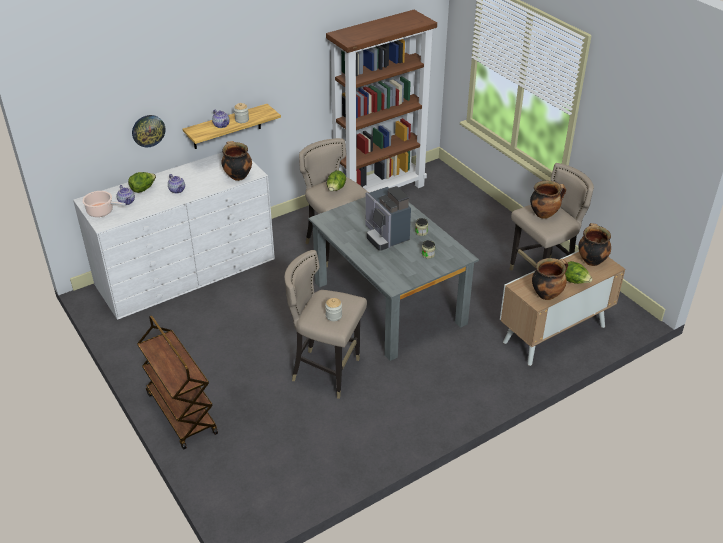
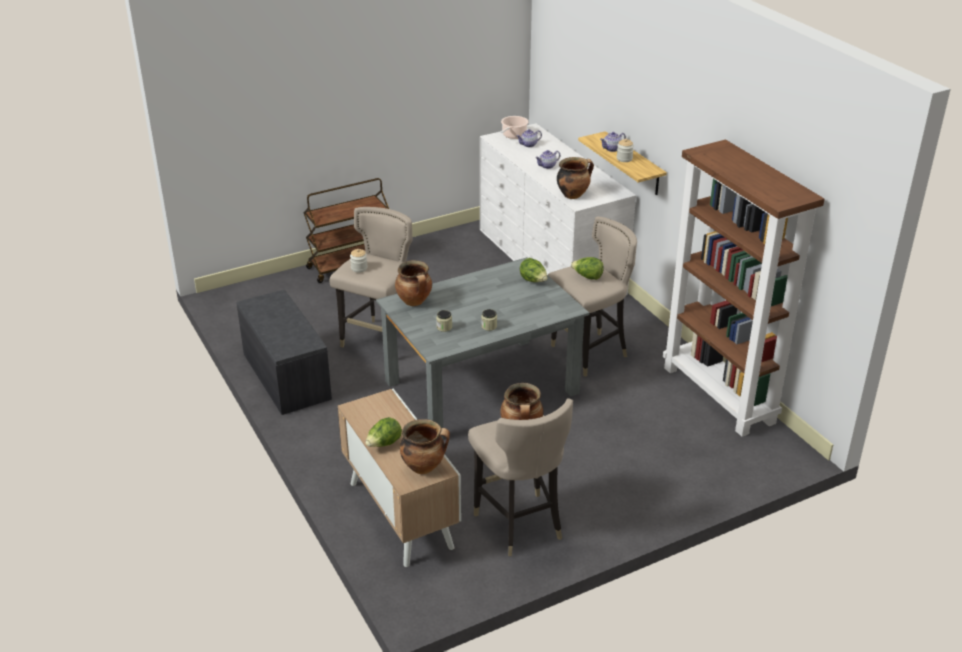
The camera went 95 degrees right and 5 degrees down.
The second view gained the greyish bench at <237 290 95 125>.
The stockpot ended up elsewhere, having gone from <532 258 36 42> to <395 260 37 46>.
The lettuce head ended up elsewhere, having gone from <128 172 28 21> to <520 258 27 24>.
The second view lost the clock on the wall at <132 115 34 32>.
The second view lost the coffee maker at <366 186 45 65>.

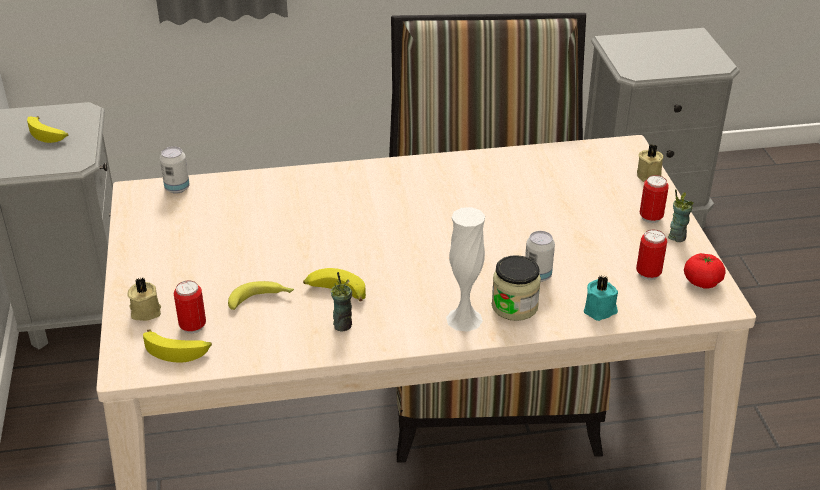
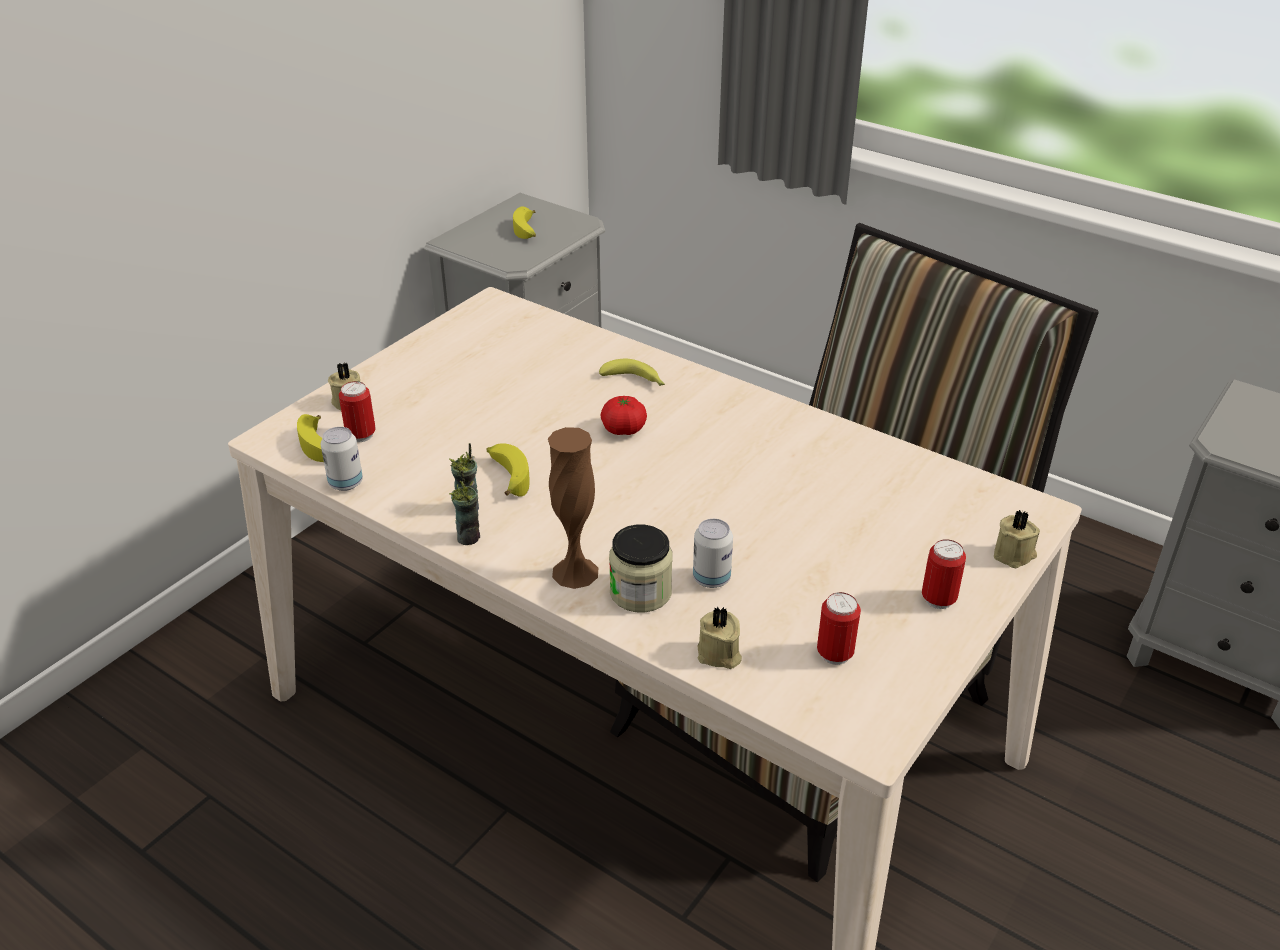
The camera went 45 degrees right and 0 degrees up.
The can ended up elsewhere, having gone from <160 146 30 48> to <321 427 42 64>.
The cup ended up elsewhere, having gone from <668 189 26 53> to <449 471 31 74>.
What was the whitish vase at <446 207 39 125> turned into the brown vase at <548 427 50 162>.
The banana ended up elsewhere, having gone from <228 281 66 29> to <599 359 66 27>.
The whole tomato ended up elsewhere, having gone from <684 253 42 35> to <601 396 46 39>.
What was the blue-green candle at <584 276 34 45> turned into the sand-coloured candle at <697 607 45 62>.

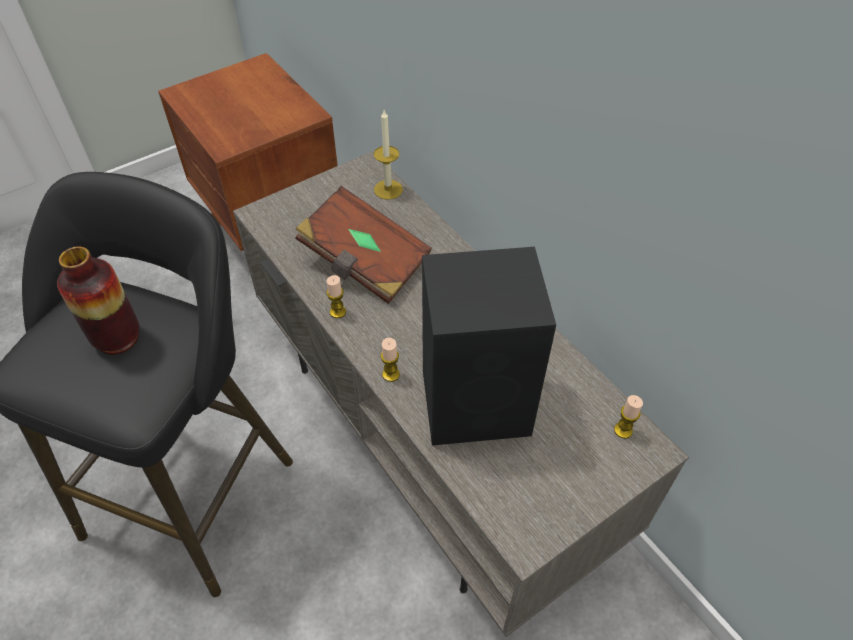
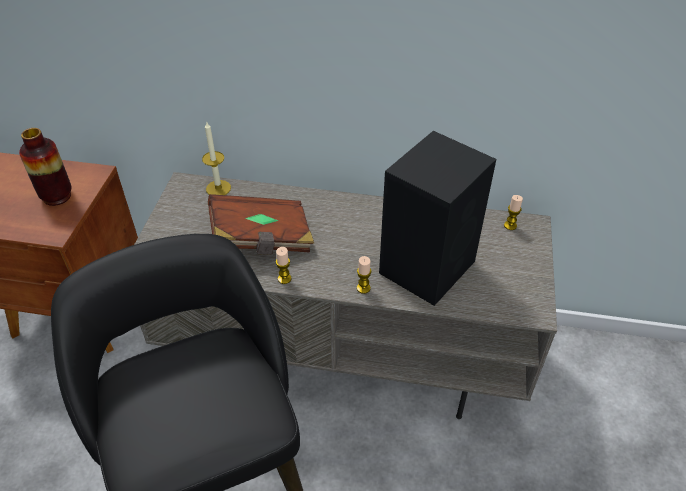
The camera went 45 degrees left and 5 degrees down.
The vase ended up elsewhere, having gone from <57 246 82 109> to <19 128 53 78>.

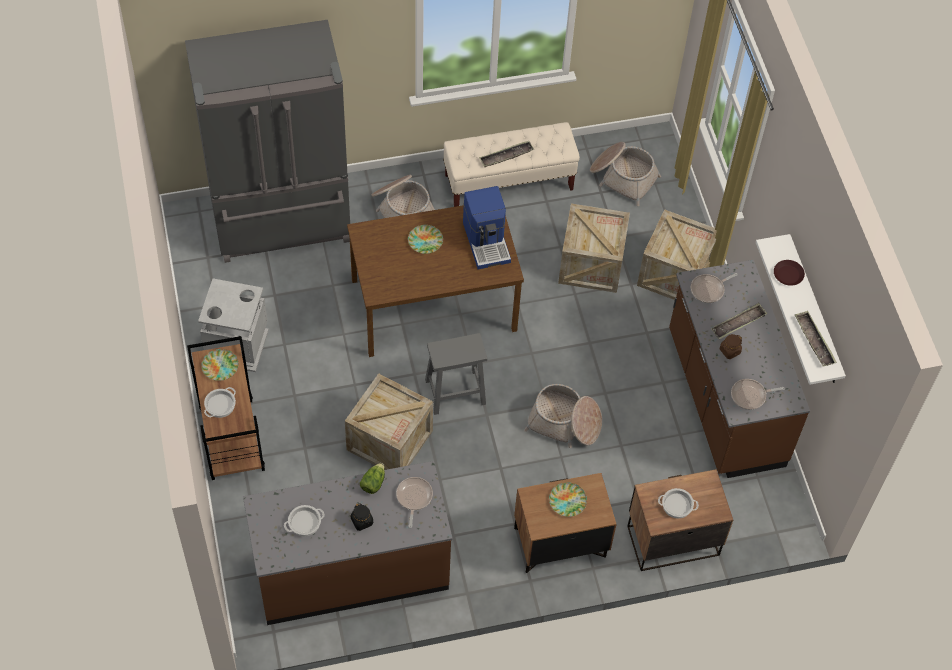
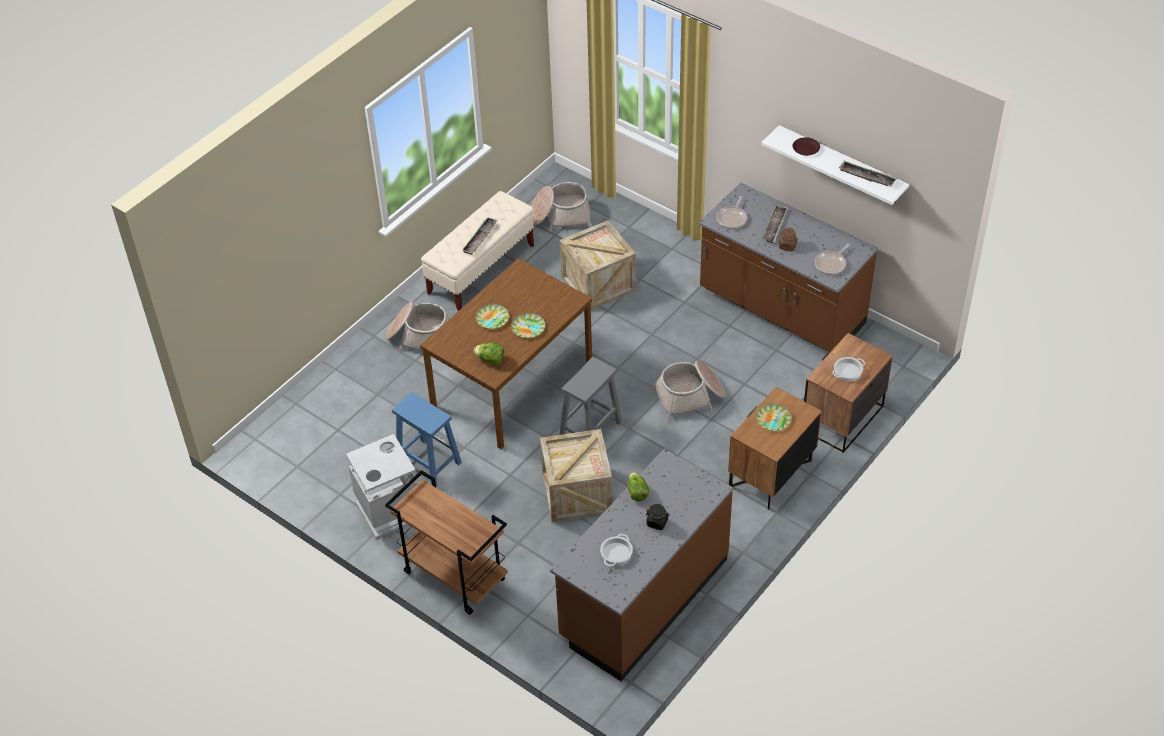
The camera went 35 degrees left and 10 degrees down.
The second view gained the blue-coloured sitting stool at <392 392 70 94>.
The second view gained the lettuce head at <474 343 30 22>.
The dinner plate ended up elsewhere, having gone from <201 349 38 32> to <511 313 34 25>.
The second view lost the greyish kitchen fridge at <185 20 165 243>.
The second view lost the stockpot at <204 387 32 31>.
The second view lost the skillet at <396 477 37 51>.
The second view lost the coffee maker at <463 186 48 83>.
The second view lost the crate at <637 209 80 91>.

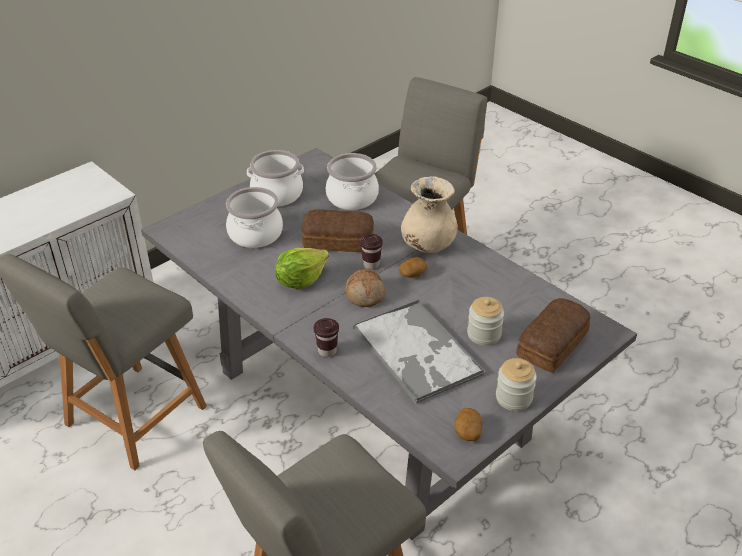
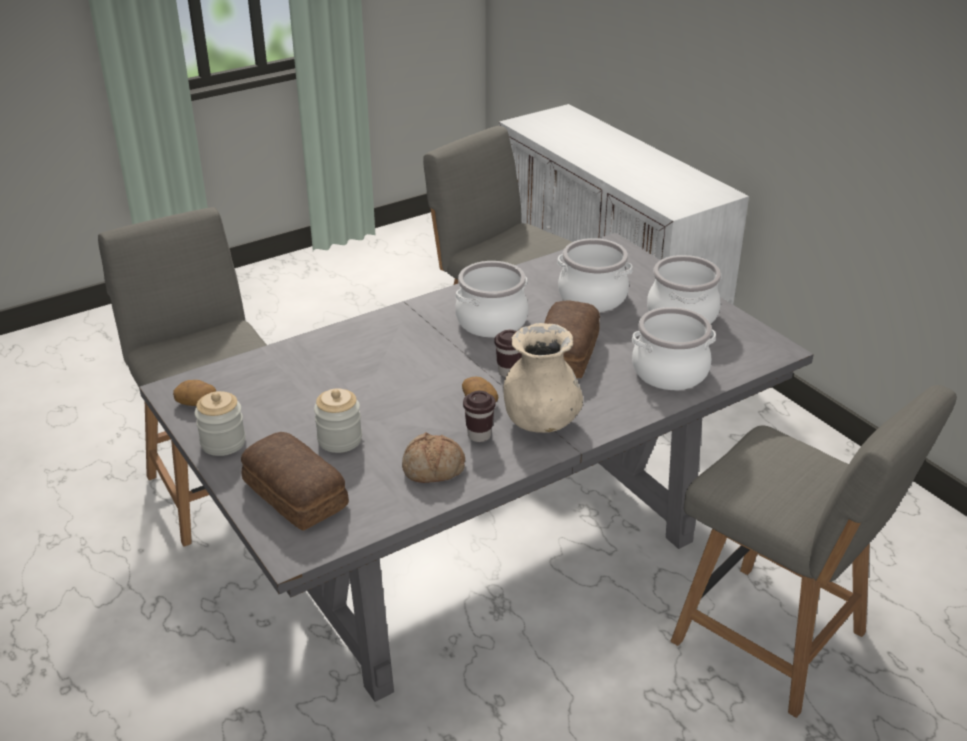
The camera went 100 degrees right and 5 degrees down.
The bread ended up elsewhere, having gone from <345 269 41 38> to <402 432 63 51>.
Where the lettuce head stood at <275 248 54 41>, the stockpot came to stand at <455 261 73 76>.
The brown cup ended up elsewhere, having gone from <314 318 25 39> to <463 391 33 51>.
The second view lost the carrying tray at <353 300 132 104>.

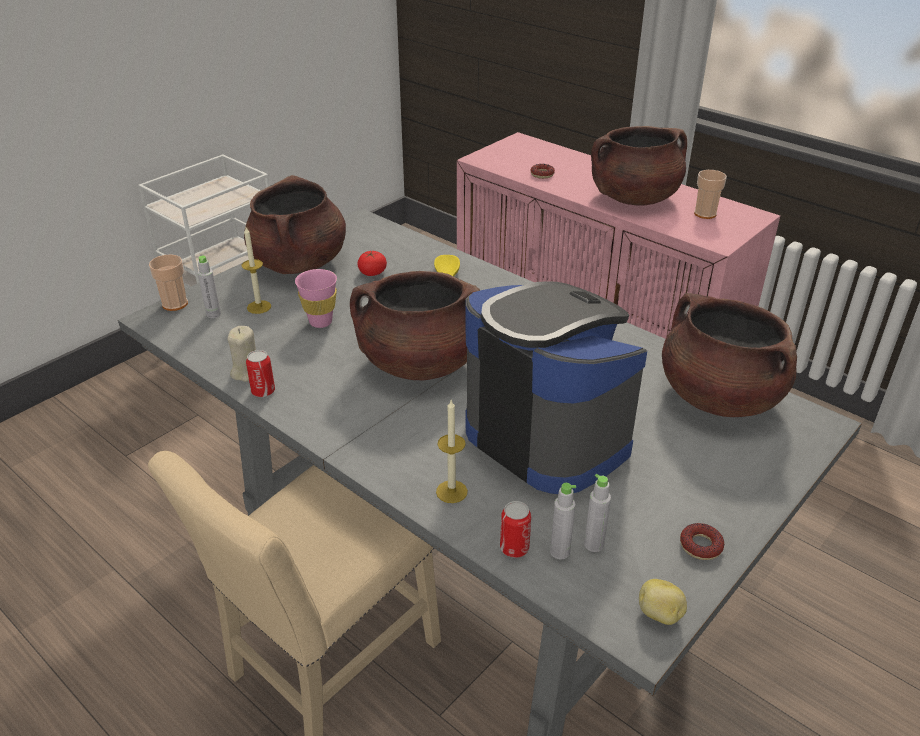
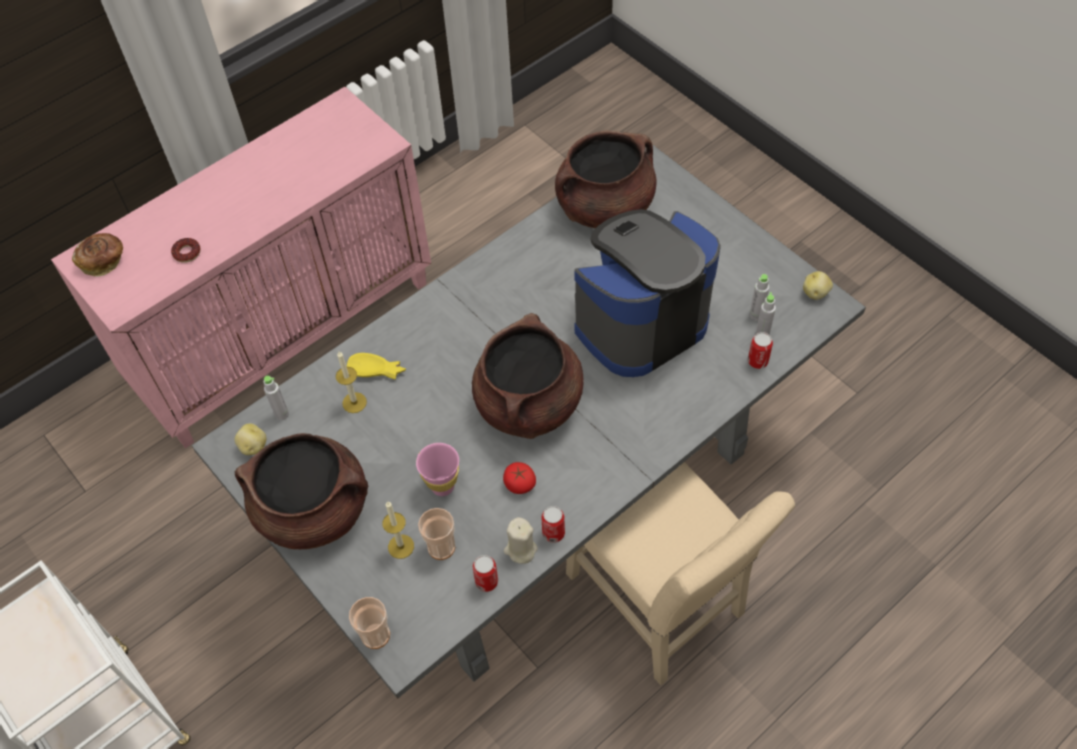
The camera went 80 degrees left and 20 degrees up.
The second view gained the bread at <72 233 51 44>.
The second view gained the spud at <234 423 32 32>.
The greyish drink bottle ended up elsewhere, having gone from <198 256 23 62> to <263 376 26 44>.
The candle ended up elsewhere, having gone from <436 400 32 103> to <336 352 31 61>.
The cup ended up elsewhere, having gone from <694 170 33 49> to <418 508 37 52>.
The second view gained the can at <473 555 25 37>.
The whole tomato ended up elsewhere, having gone from <357 251 30 25> to <503 462 33 32>.
The second view lost the brown stockpot at <591 126 96 80>.
The second view lost the donut at <680 523 44 37>.

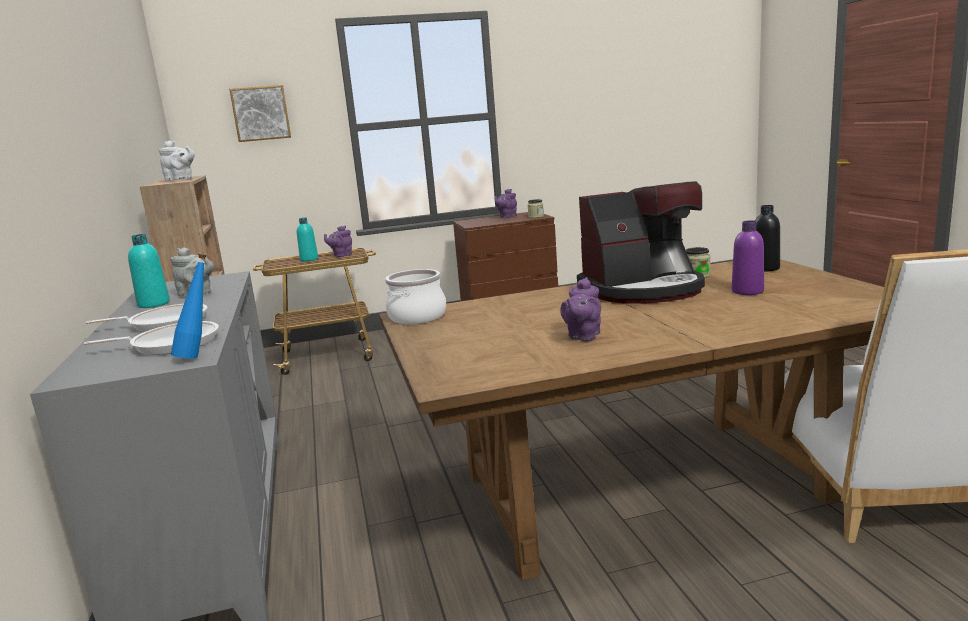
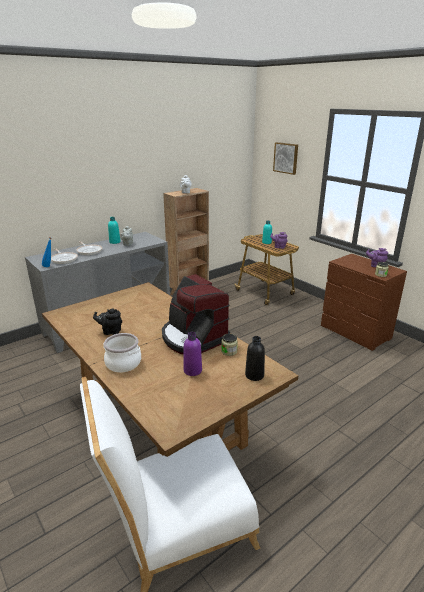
The camera went 65 degrees right and 10 degrees up.
What was the purple-coloured teapot at <560 277 41 64> turned into the black-coloured teapot at <93 309 29 26>.
The stockpot ended up elsewhere, having gone from <385 269 61 55> to <103 333 38 39>.

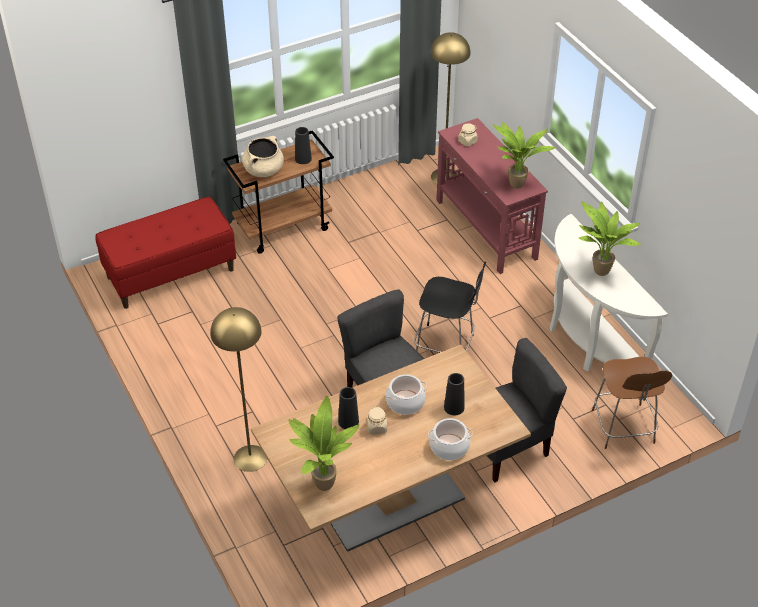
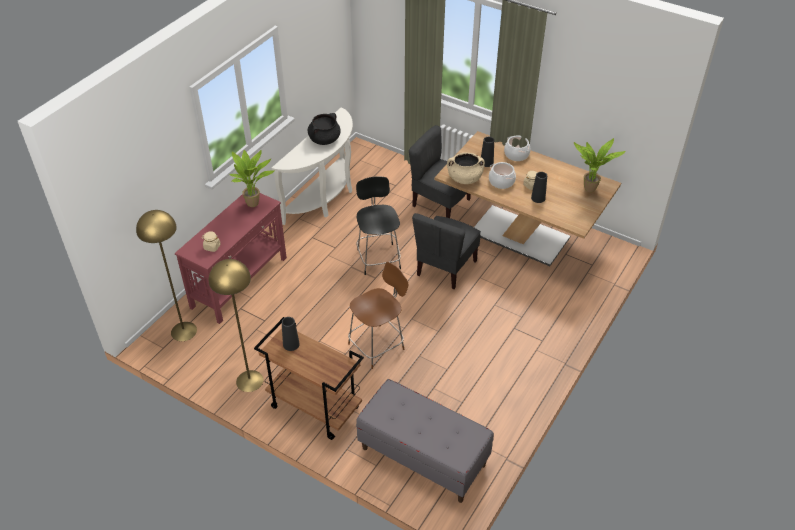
The camera went 120 degrees left and 0 degrees up.
The yellow floor lamp ended up elsewhere, having gone from <210 307 57 165> to <209 259 54 133>.
Where the plant in a pot stood at <579 201 62 75>, the black-coloured stockpot came to stand at <308 113 33 32>.
The brown sitting stool ended up elsewhere, having gone from <592 357 80 92> to <348 262 61 107>.
What was the reddish bench at <95 196 141 113> turned into the greyish bench at <356 379 138 124>.
The sand-coloured stockpot ended up elsewhere, having gone from <242 136 42 41> to <447 153 38 31>.

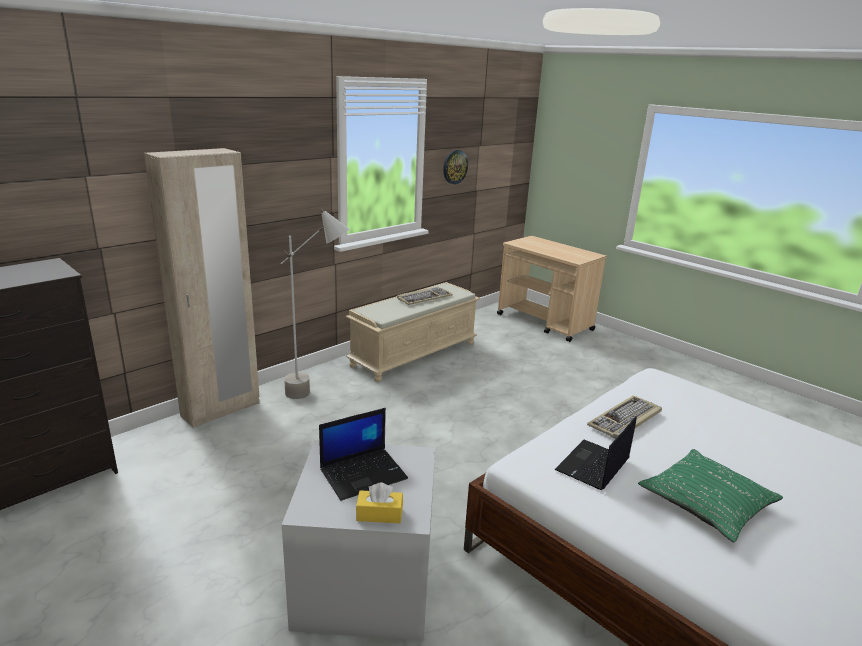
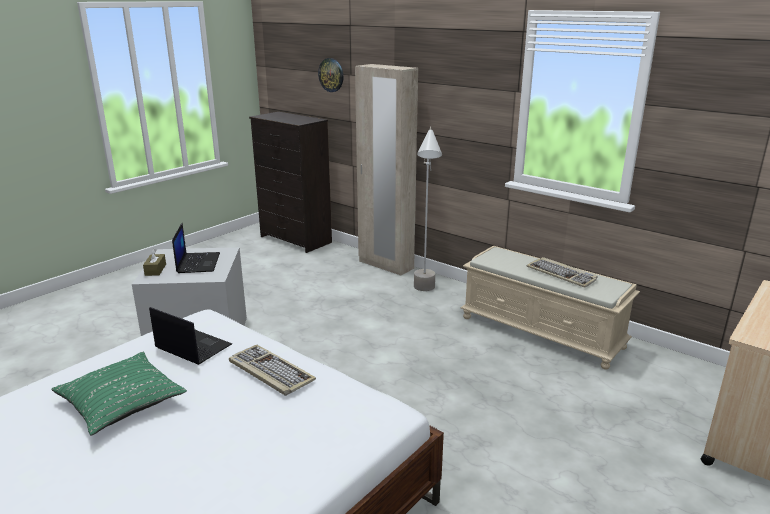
The camera went 85 degrees right and 0 degrees up.
What was the yellow tissue box at <356 483 47 40> turned into the brown tissue box at <143 249 23 27>.
The laptop at <319 408 89 93> ended up facing another way, 150 degrees counterclockwise from before.
The clock on the wall ended up elsewhere, having gone from <443 150 25 34> to <318 58 26 34>.

